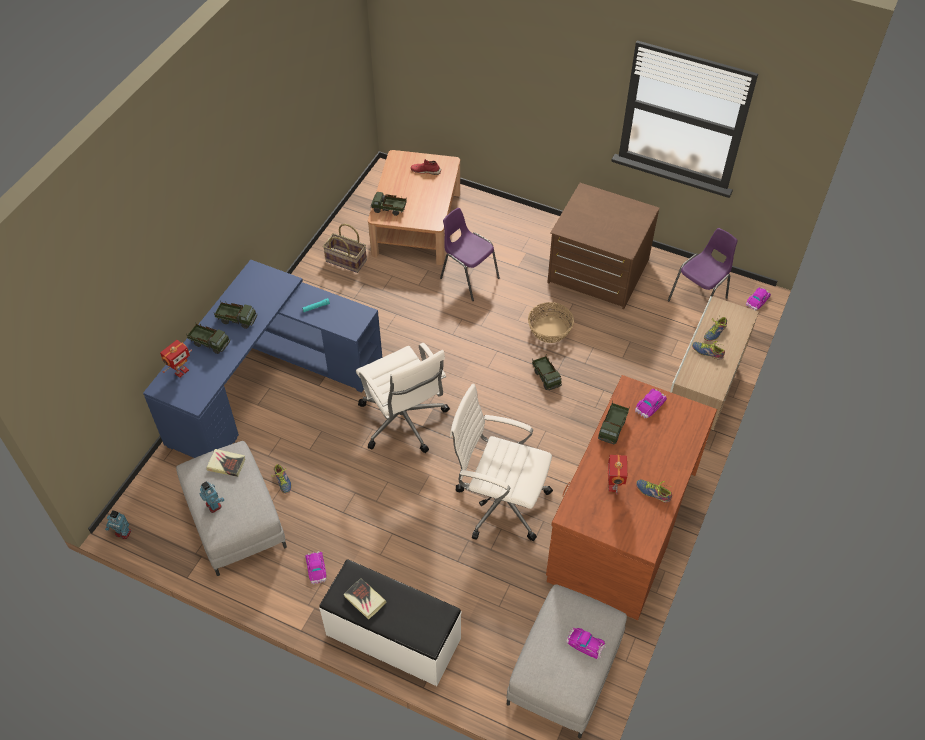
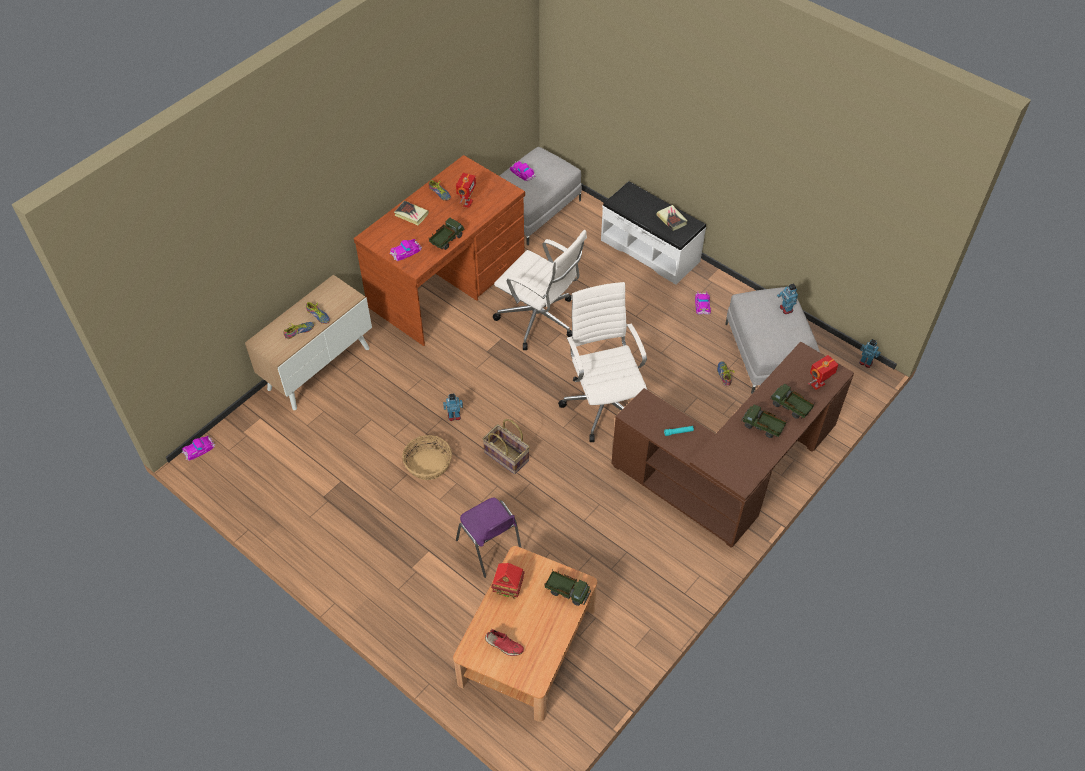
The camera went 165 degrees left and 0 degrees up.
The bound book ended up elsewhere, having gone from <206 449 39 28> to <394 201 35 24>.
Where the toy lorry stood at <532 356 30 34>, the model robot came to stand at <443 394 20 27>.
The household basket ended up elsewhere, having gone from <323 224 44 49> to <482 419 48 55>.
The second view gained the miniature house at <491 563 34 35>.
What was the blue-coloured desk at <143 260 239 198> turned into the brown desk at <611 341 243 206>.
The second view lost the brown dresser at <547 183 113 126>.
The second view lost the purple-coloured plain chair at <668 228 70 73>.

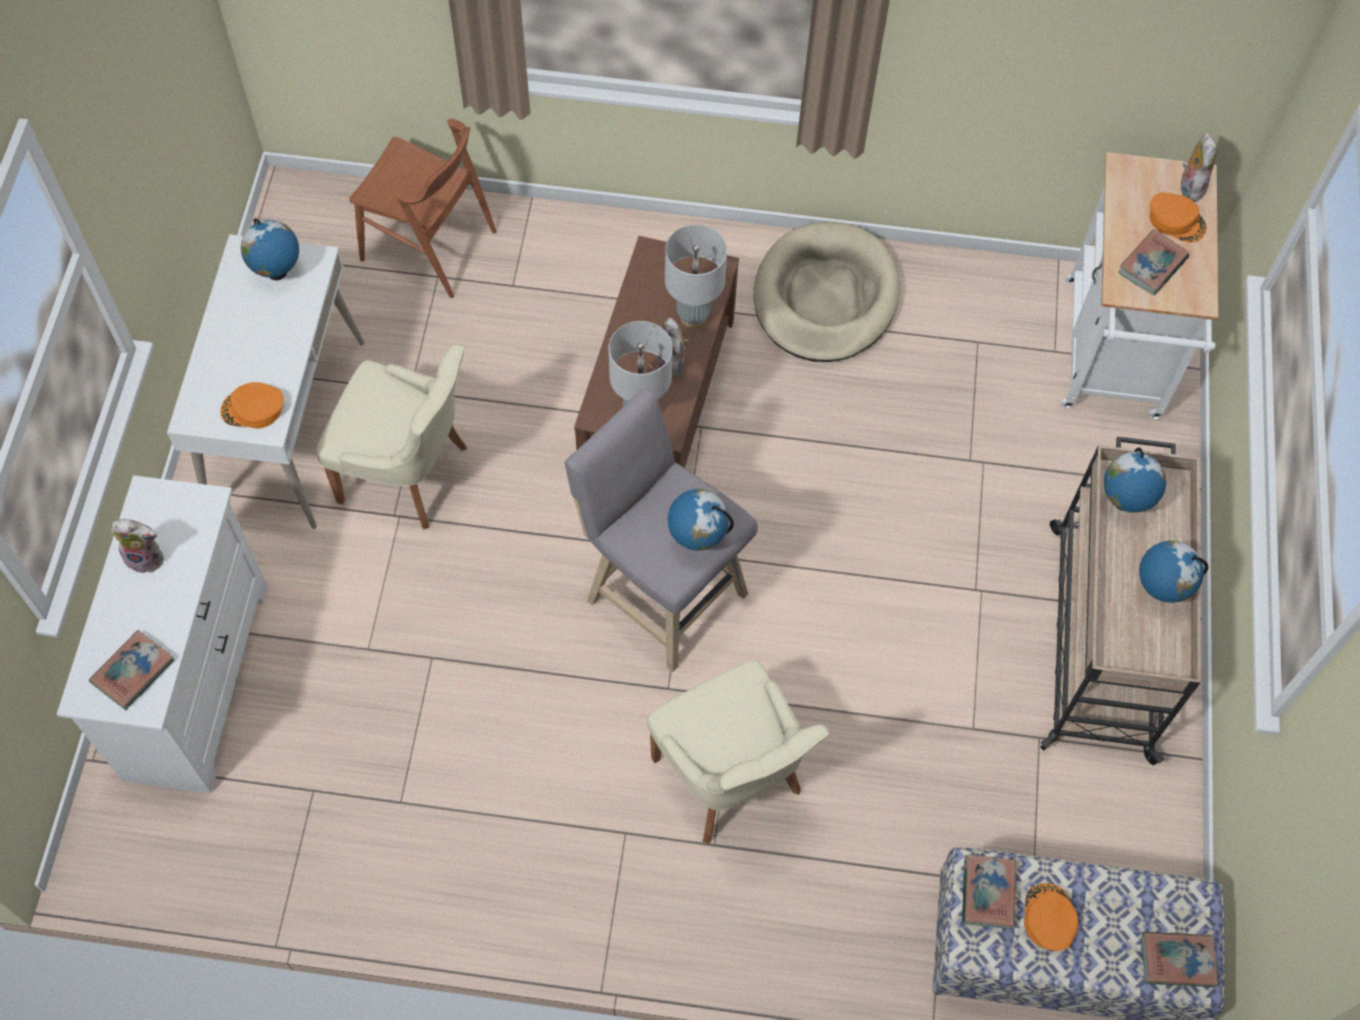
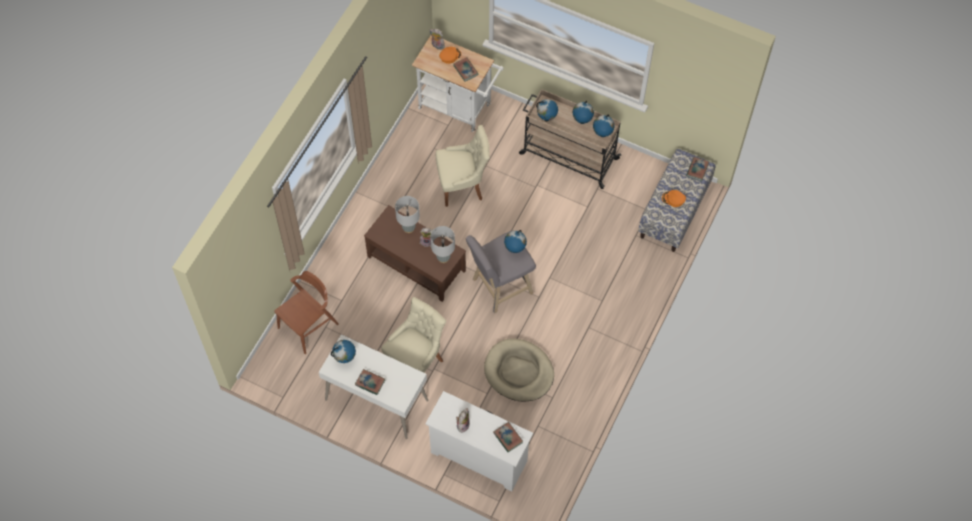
The camera went 70 degrees left and 0 degrees up.
The bound book ended up elsewhere, having gone from <962 854 54 75> to <355 369 30 26>.
The sand-coloured plain chair ended up elsewhere, having gone from <647 660 183 184> to <436 125 54 82>.
The sand-coloured dog cushion ended up elsewhere, having gone from <754 222 146 140> to <484 338 70 64>.
The second view gained the globe at <593 115 21 22>.
The second view lost the orangey cap at <221 382 63 47>.

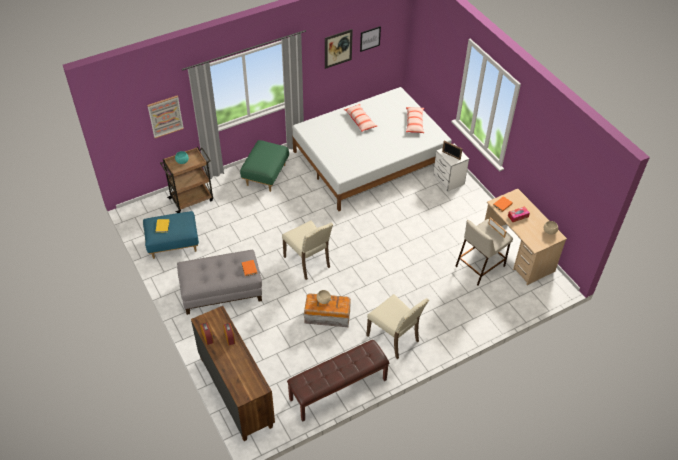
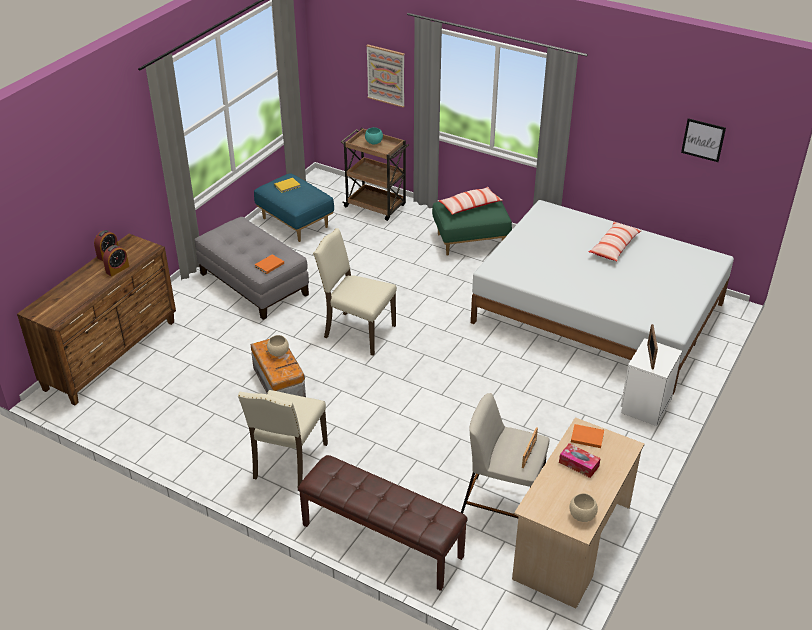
The camera went 60 degrees right and 10 degrees down.
The brown bench ended up elsewhere, having gone from <287 340 102 82> to <298 455 170 136>.
The sand-coloured plain chair at <282 221 51 59> ended up facing another way, 90 degrees clockwise from before.
The throw pillow ended up elsewhere, having gone from <406 107 18 26> to <439 187 64 28>.
The second view lost the picture at <325 29 28 40>.

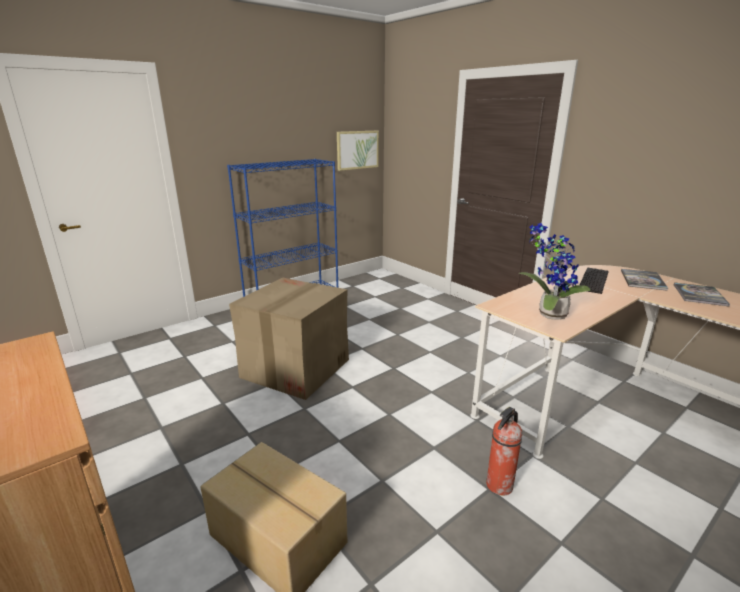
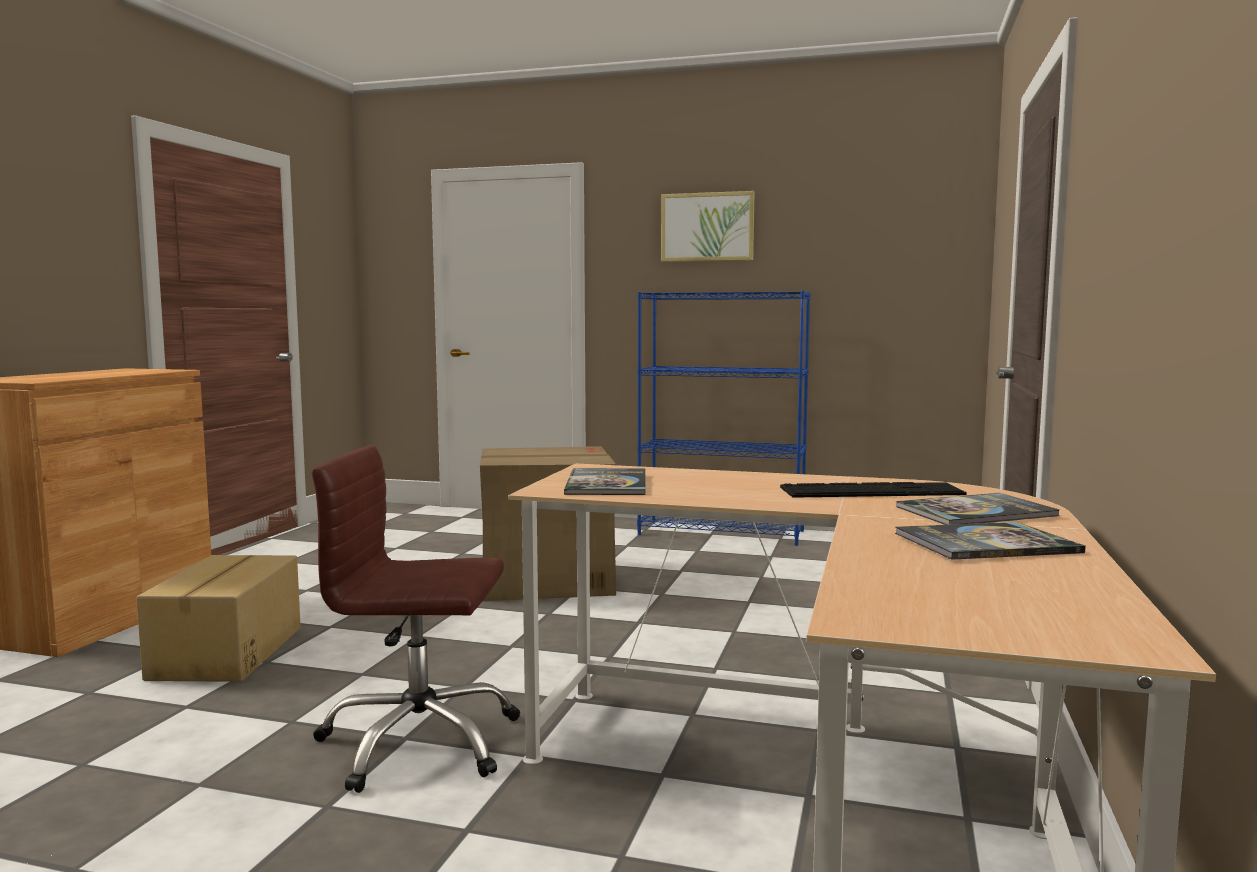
The camera went 55 degrees right and 15 degrees down.
Where the extinguisher stood at <486 407 37 89>, the brown desk chair came to stand at <312 445 208 348>.
Where the plant in a pot stood at <519 223 71 97>, the bound book came to stand at <564 468 81 27>.
The picture ended up elsewhere, having gone from <337 131 42 40> to <661 191 93 71>.

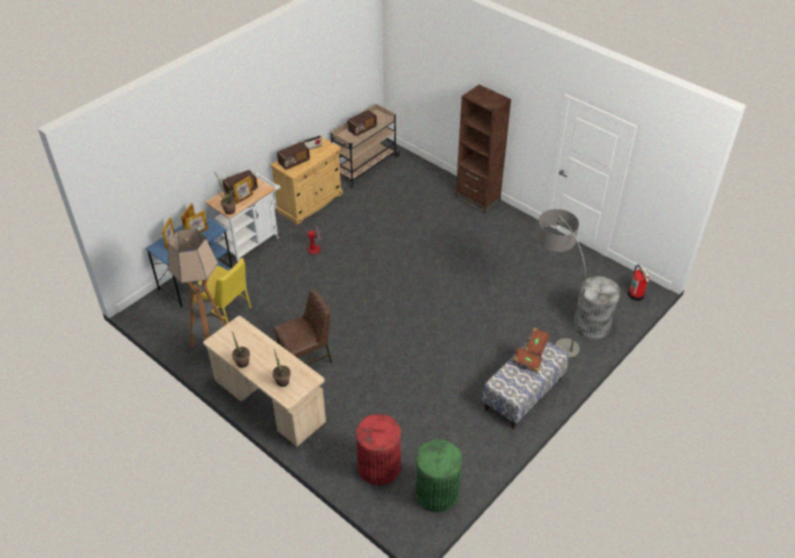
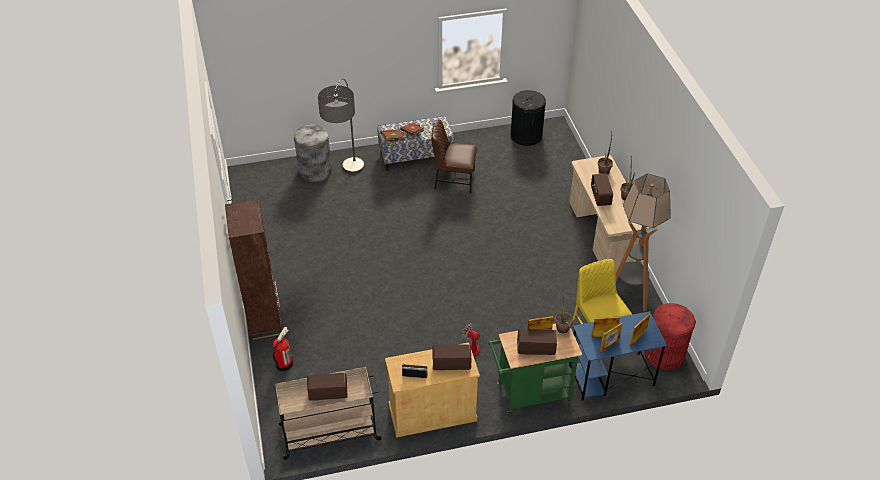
The camera went 145 degrees left and 0 degrees up.
The extinguisher ended up elsewhere, having gone from <628 265 22 36> to <272 327 21 44>.
The brown plain chair ended up elsewhere, having gone from <274 289 58 76> to <431 119 46 74>.
What was the whitish wheeled cart at <205 173 76 90> turned into the greenish wheeled cart at <488 324 94 90>.
What was the greenish waste bin at <415 439 47 73> turned into the black-coloured waste bin at <511 90 35 56>.
The second view gained the radio set at <591 173 22 33>.
The reddish waste bin ended up elsewhere, having gone from <356 414 45 71> to <645 303 51 67>.

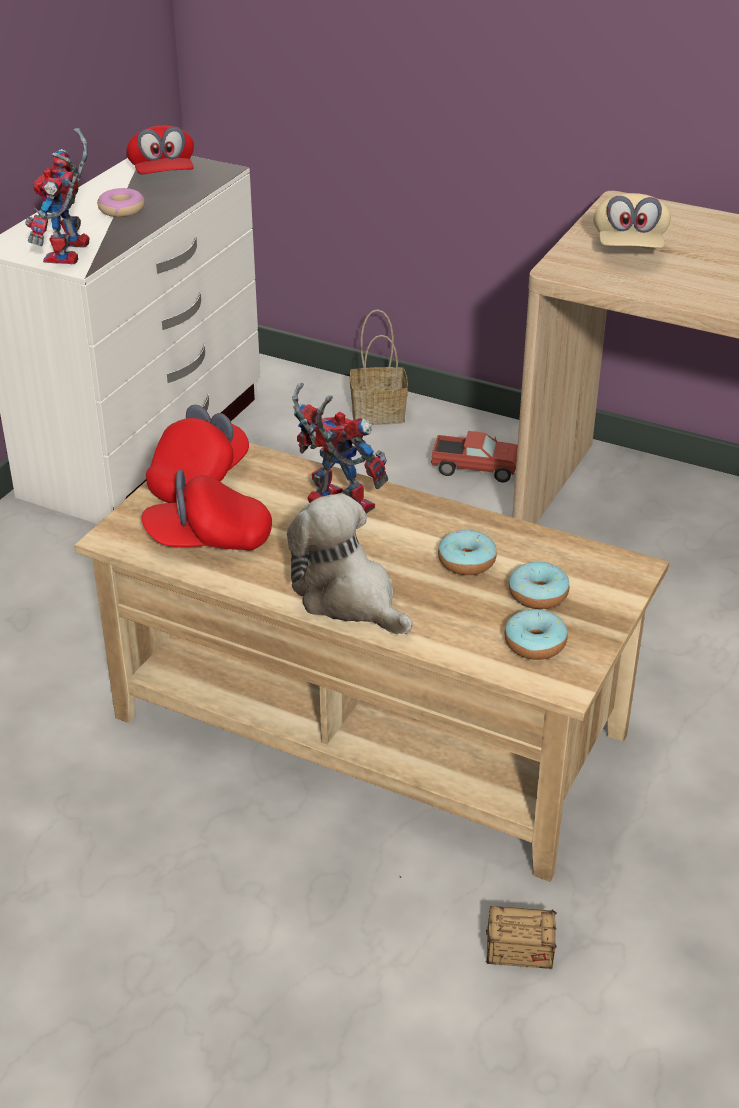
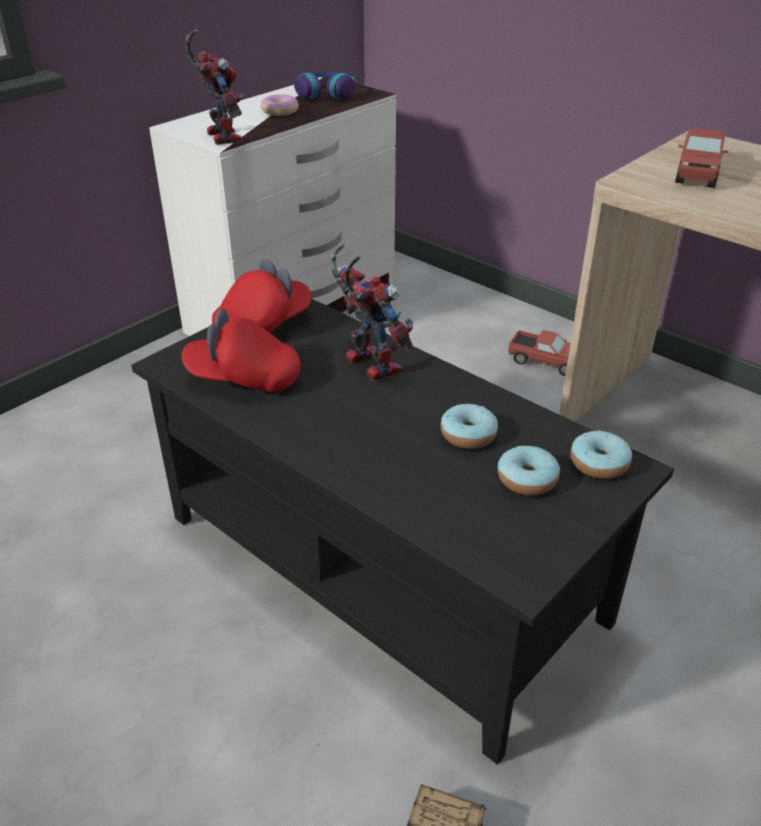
The camera went 15 degrees right and 0 degrees up.
What was the sand-coloured low table at <74 443 595 439> turned into the black-coloured low table at <131 299 543 466>.
The model robot at <25 128 64 136> ended up facing another way, 135 degrees clockwise from before.
Where the reddish cap stood at <126 126 68 49>, the pair of headphones came to stand at <294 72 62 27>.
The donut ended up elsewhere, having gone from <504 609 64 51> to <570 430 62 49>.
Where the sand-coloured cap stood at <593 193 78 55>, the toy lorry came to stand at <675 128 54 60>.
The second view lost the cuddly toy at <287 493 126 141>.
The second view lost the household basket at <350 309 58 116>.

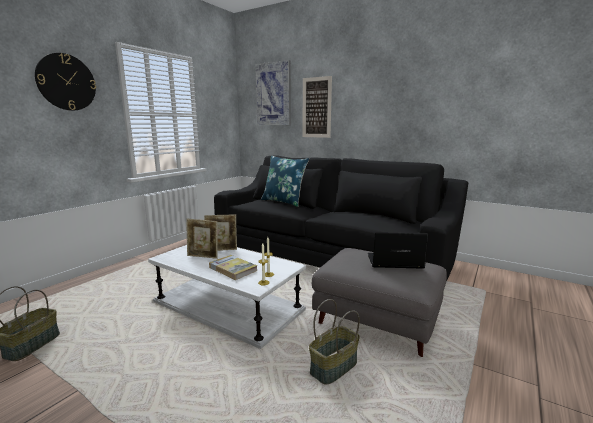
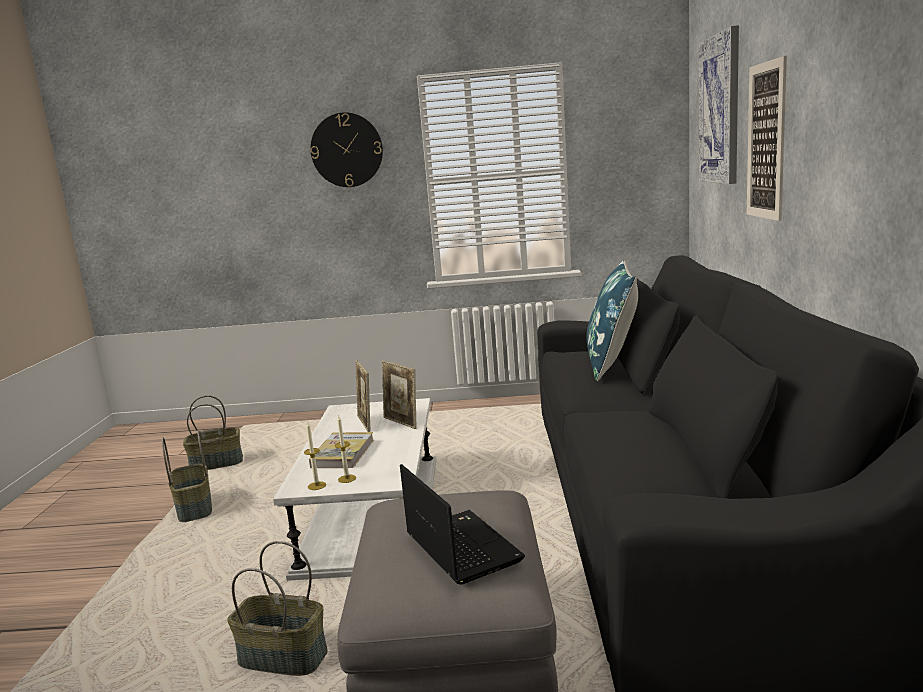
The camera went 60 degrees right and 0 degrees up.
The second view gained the household basket at <162 430 50 92>.

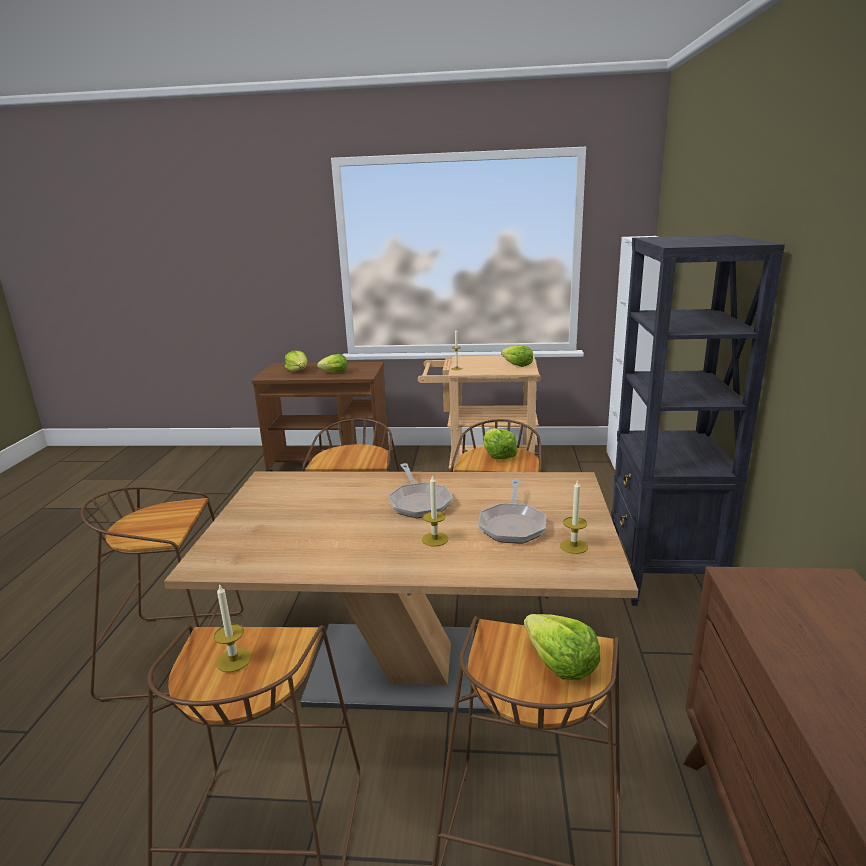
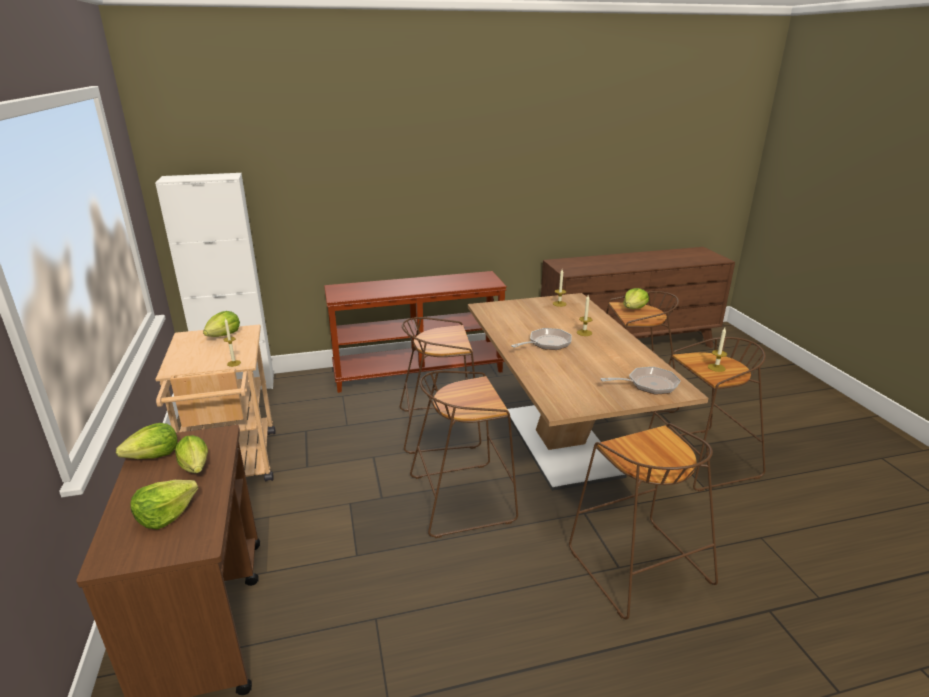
The camera went 110 degrees left and 5 degrees up.
The lettuce head ended up elsewhere, having gone from <484 428 34 31> to <116 423 61 36>.
Where the black-coloured shelving unit stood at <611 235 174 371>, the brown console table came to stand at <324 271 183 122>.
The skillet ended up elsewhere, having gone from <478 480 68 64> to <600 367 81 27>.

